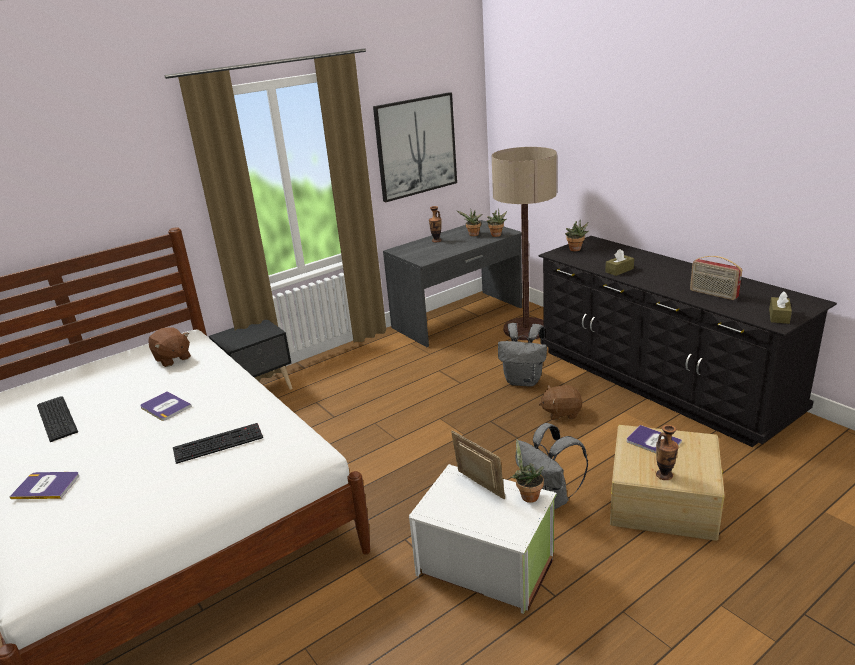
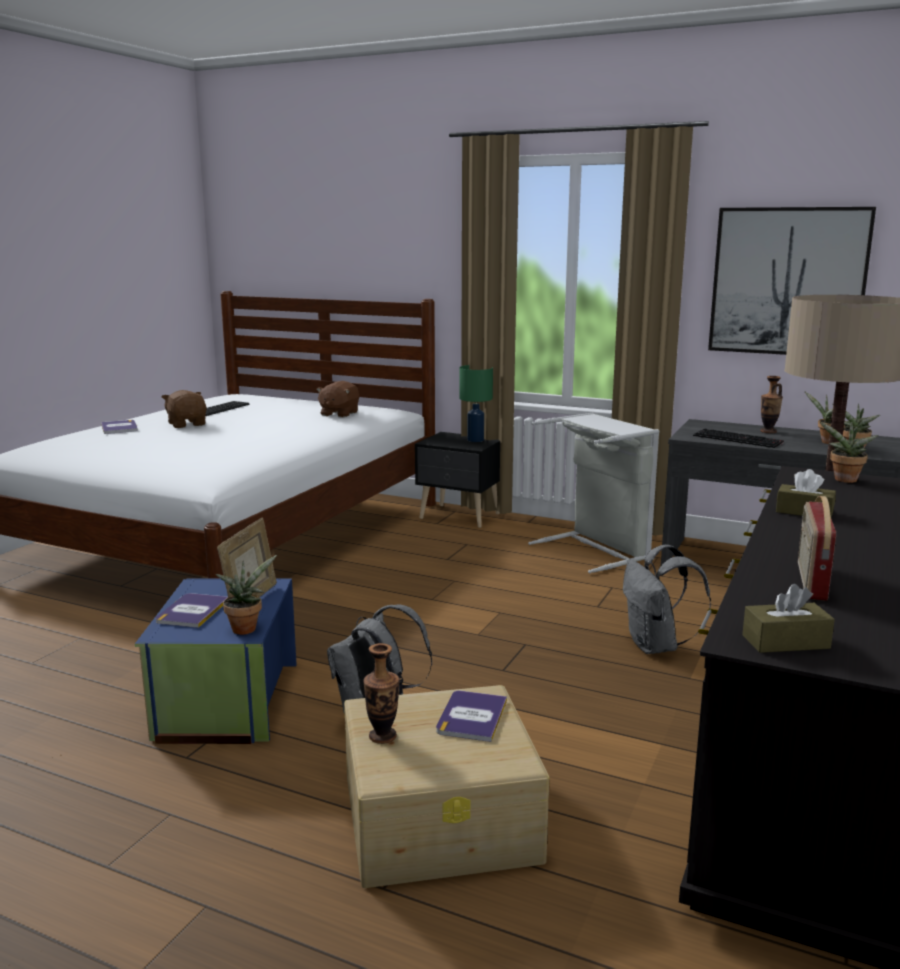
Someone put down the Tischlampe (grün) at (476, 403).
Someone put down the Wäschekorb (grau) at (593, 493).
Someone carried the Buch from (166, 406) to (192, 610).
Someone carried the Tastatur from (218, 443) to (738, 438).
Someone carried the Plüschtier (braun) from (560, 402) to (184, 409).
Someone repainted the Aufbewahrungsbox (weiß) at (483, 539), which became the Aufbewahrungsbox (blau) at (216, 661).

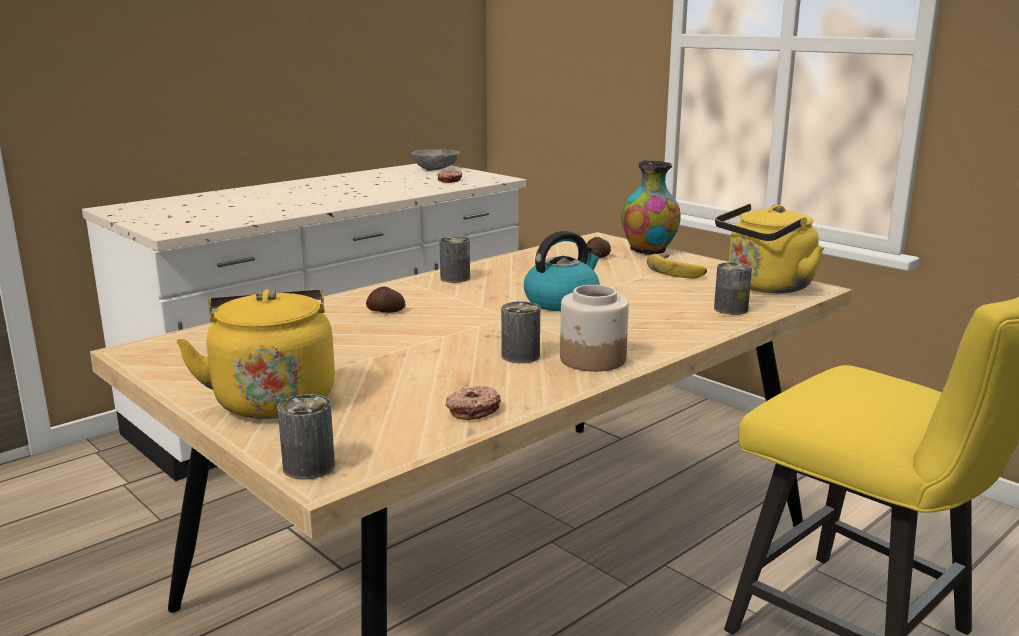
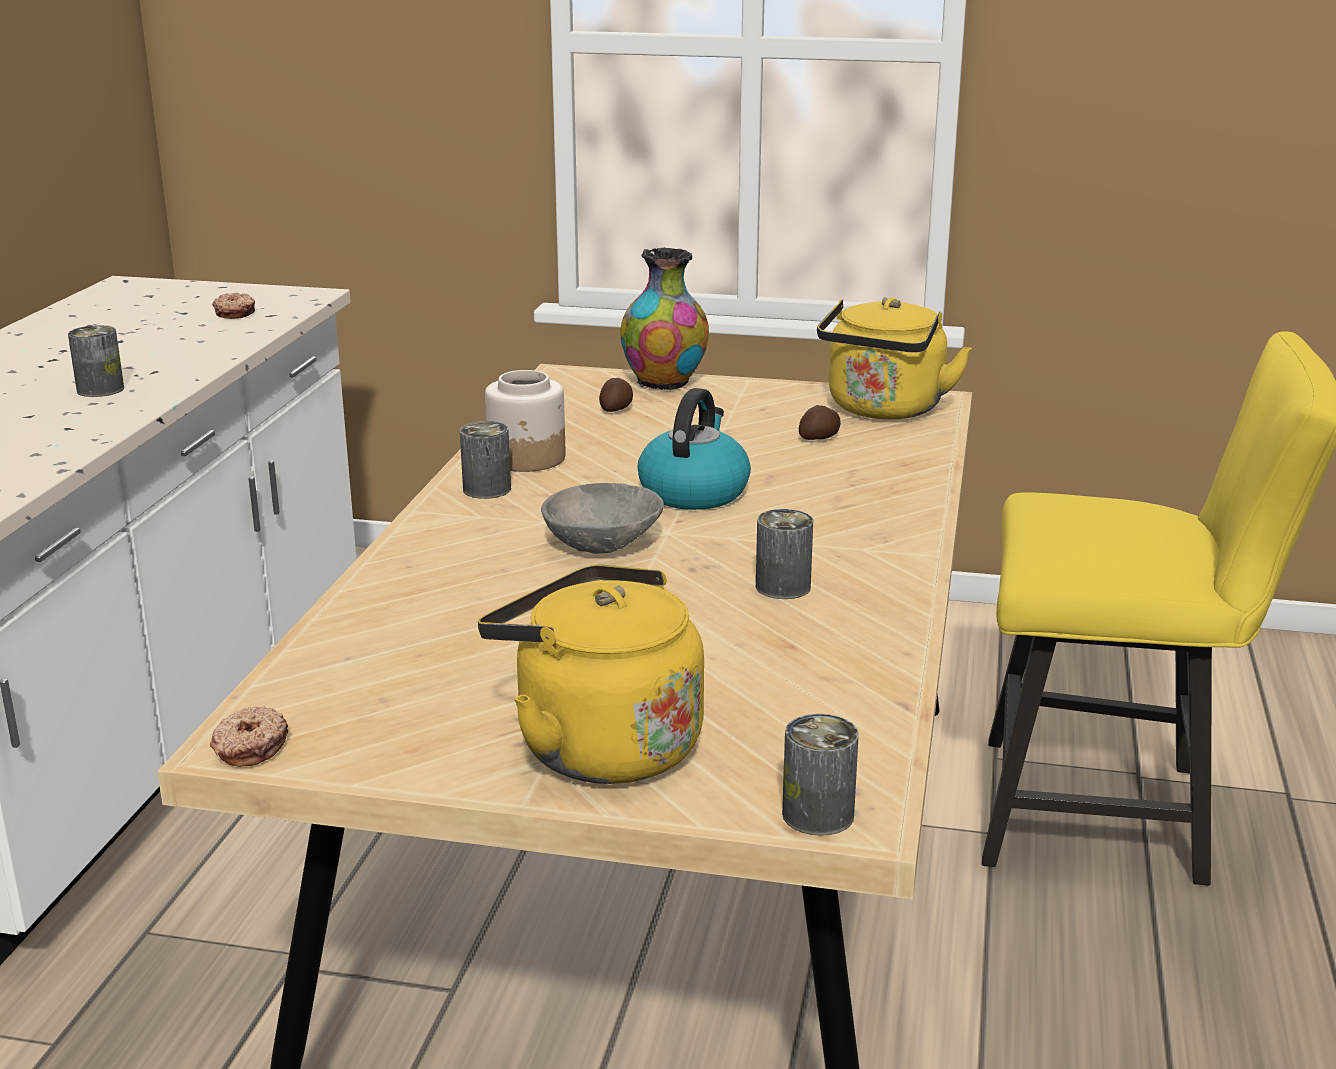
Someone took away the Banane at (677, 266).
Someone carried the Kartoffel from (385, 299) to (820, 422).
Someone carried the Schüssel (grau) from (435, 159) to (602, 518).
Someone carried the Donut from (473, 403) to (249, 736).
Someone carried the Vorratsglas from (594, 328) to (525, 421).
Someone carried the Dose from (733, 288) to (96, 361).

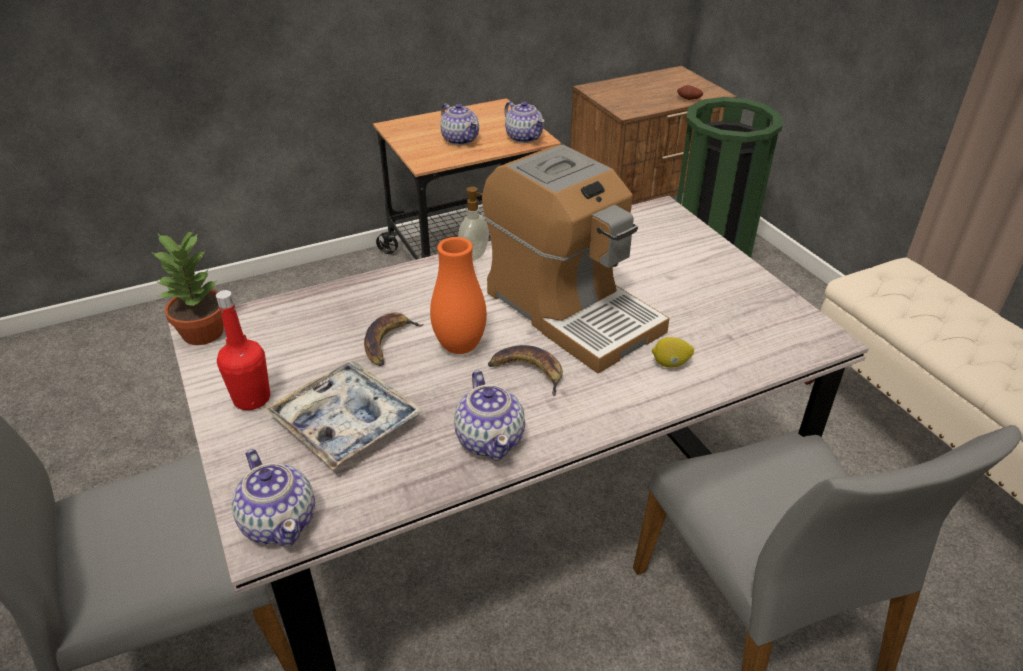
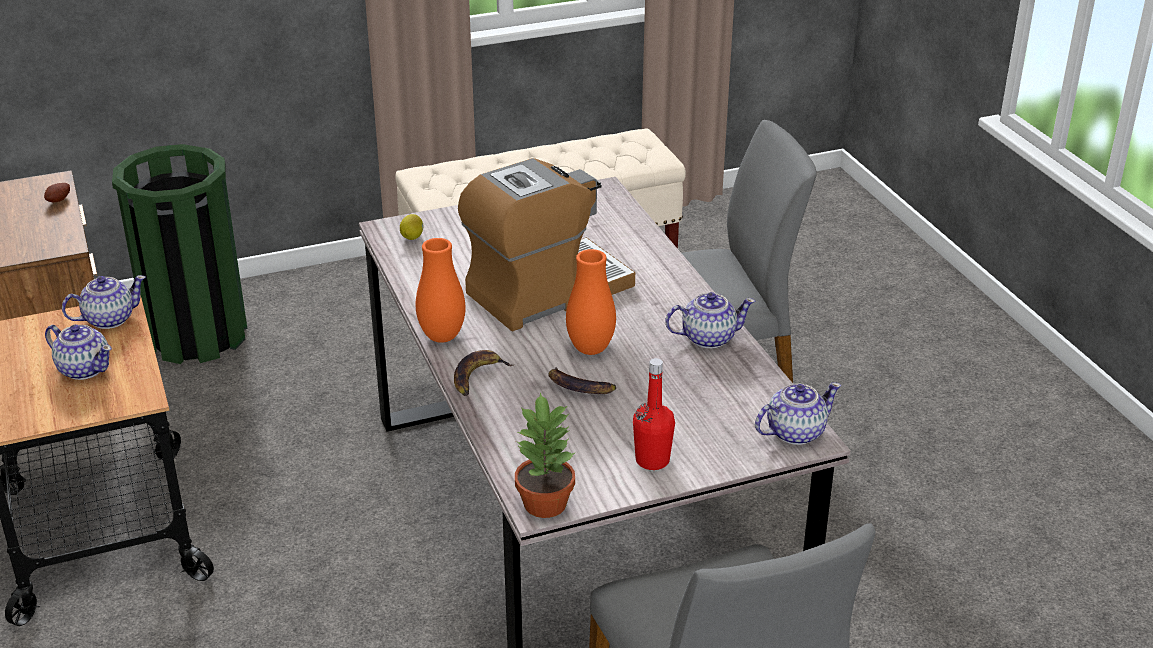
Someone took away the Tablett at (343, 415).
Someone carried the Banane from (525, 371) to (483, 373).
Someone carried the Zitrone from (673, 352) to (411, 227).
Someone swapped the Seifenspender at (473, 224) for the Vase (orange) at (440, 290).
Someone rotated the Teekanne at (459, 124) by 60 degrees clockwise.

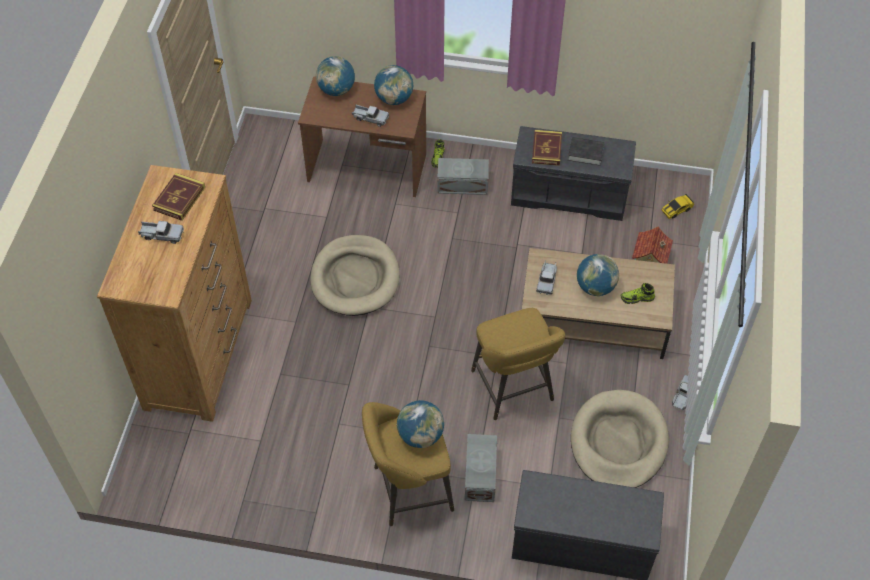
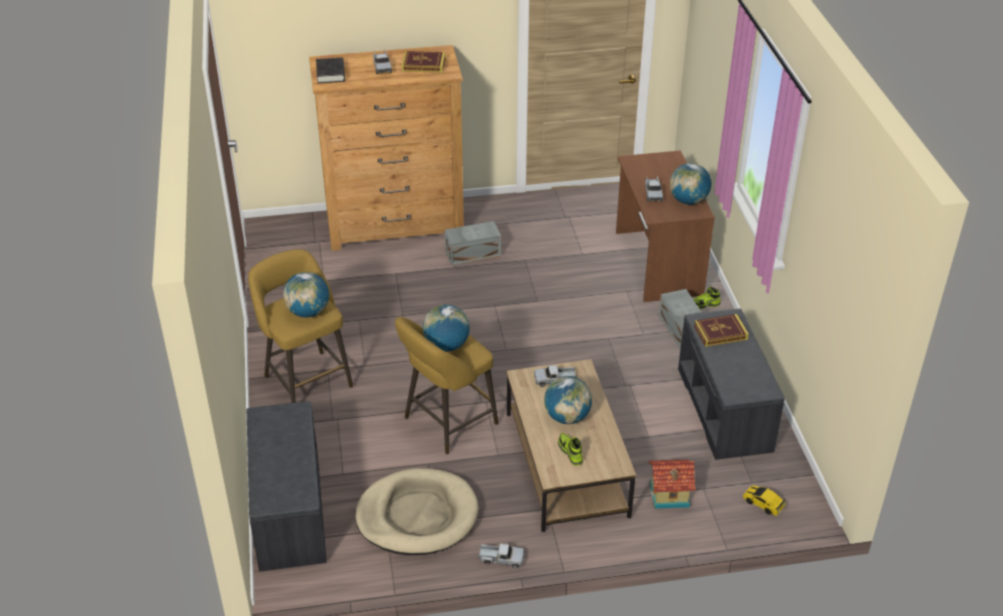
Someone took away the Hundebett (beige) at (355, 275).
Someone carried the Globus from (335, 76) to (446, 328).
Someone carried the Aufbewahrungsbox (grau) from (481, 468) to (472, 243).
Someone carried the Buch (schwarz) from (586, 151) to (330, 70).

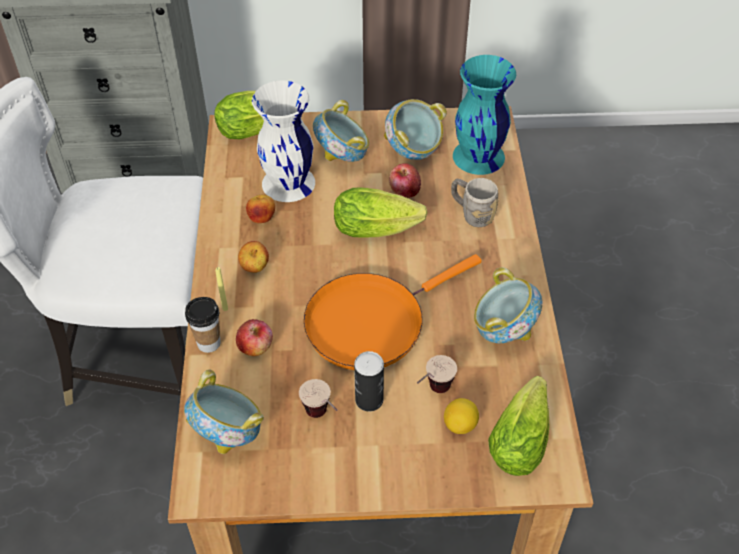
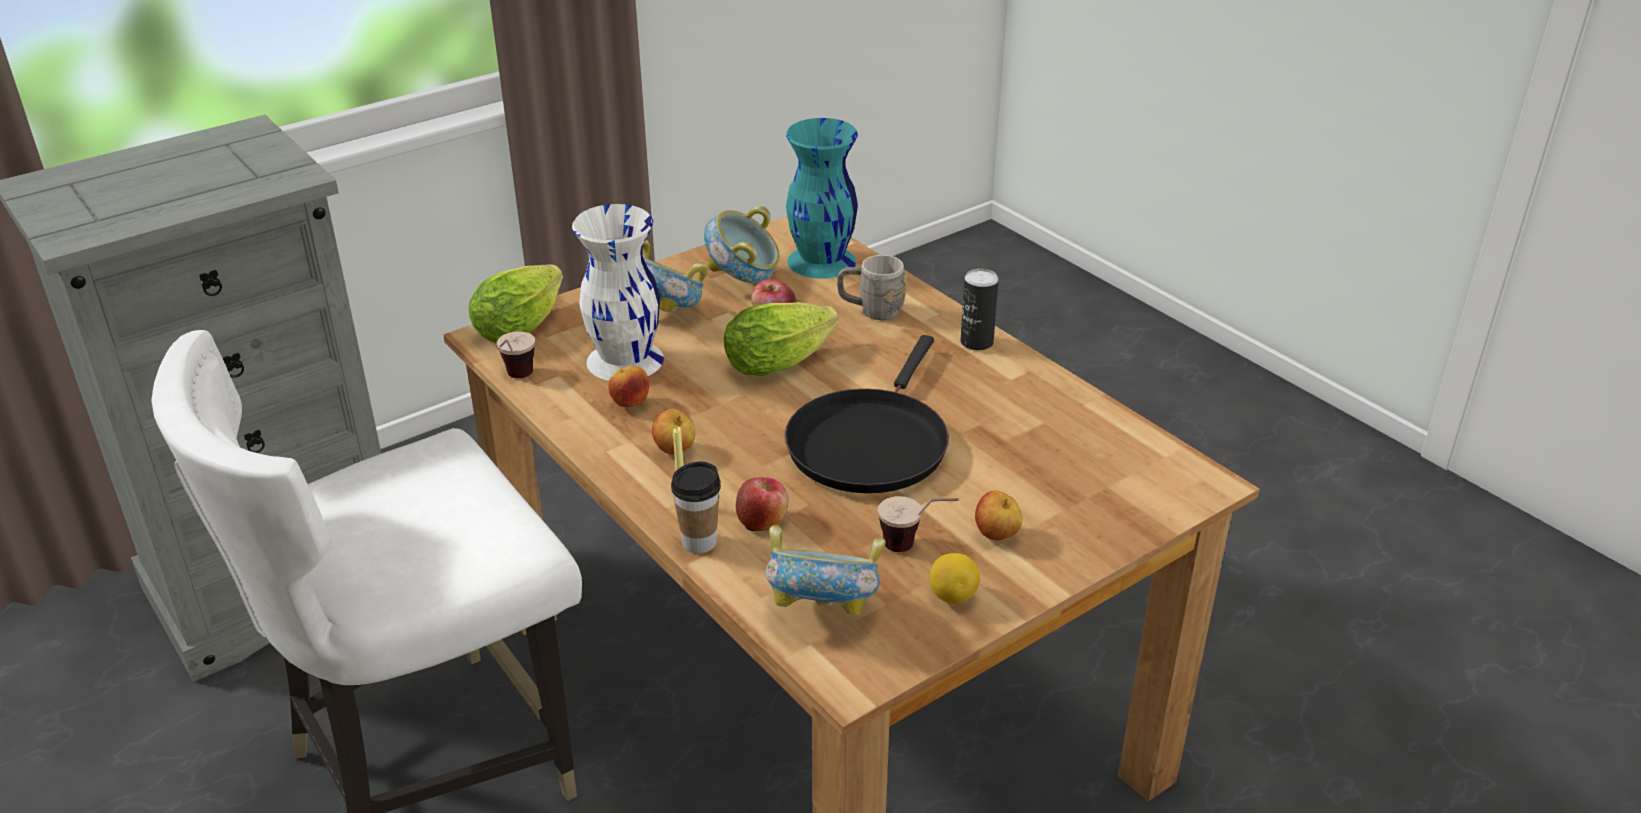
Someone took away the Schüssel at (508, 305).
Someone took away the Salatkopf at (518, 426).
Someone put down the Apfel at (999, 516).
Someone carried the Dose from (369, 381) to (979, 309).
Someone carried the Tasse from (437, 374) to (516, 354).
Someone carried the Zitrone from (461, 416) to (954, 578).
Someone repainted the Pfanne (orange) at (392, 312), which became the Pfanne (schwarz) at (867, 414).

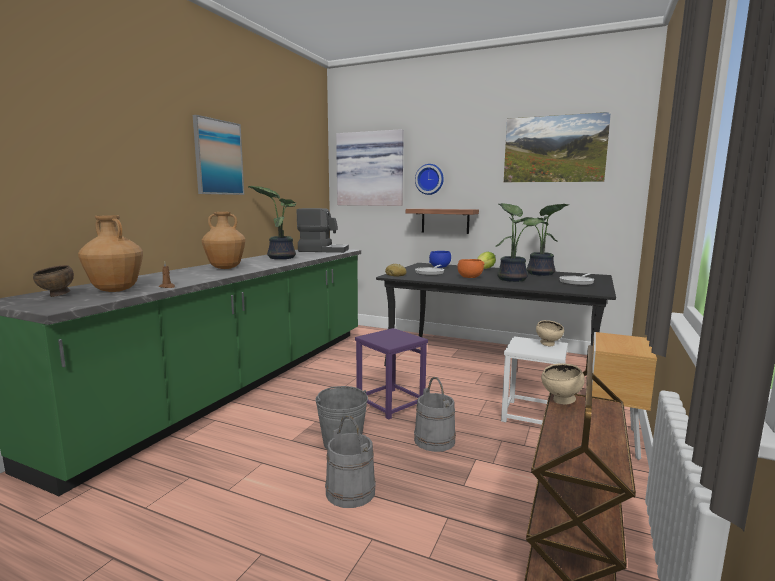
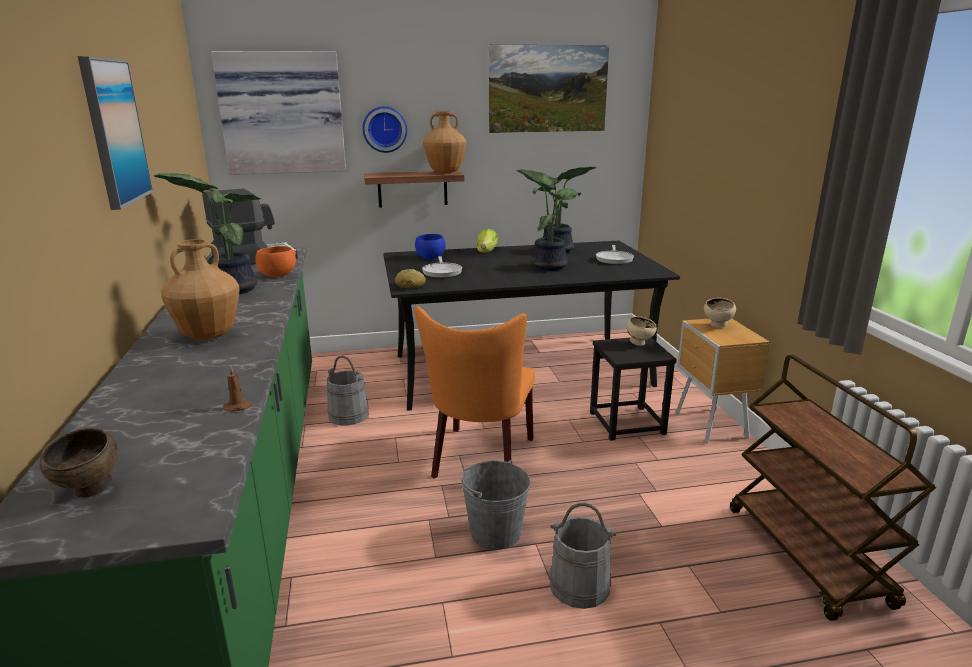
Someone carried the Vase (braun) from (110, 253) to (445, 142).
Someone carried the Eimer (grau) from (435, 414) to (348, 391).
Someone carried the Schüssel (orange) from (470, 268) to (275, 261).
Someone carried the Schüssel (beige) from (563, 384) to (720, 313).
Someone swapped the Hocker (lila) at (391, 374) for the Stuhl (orange) at (475, 392).
Someone repainted the Hocker (weiß) at (534, 380), which became the Hocker (schwarz) at (633, 389).

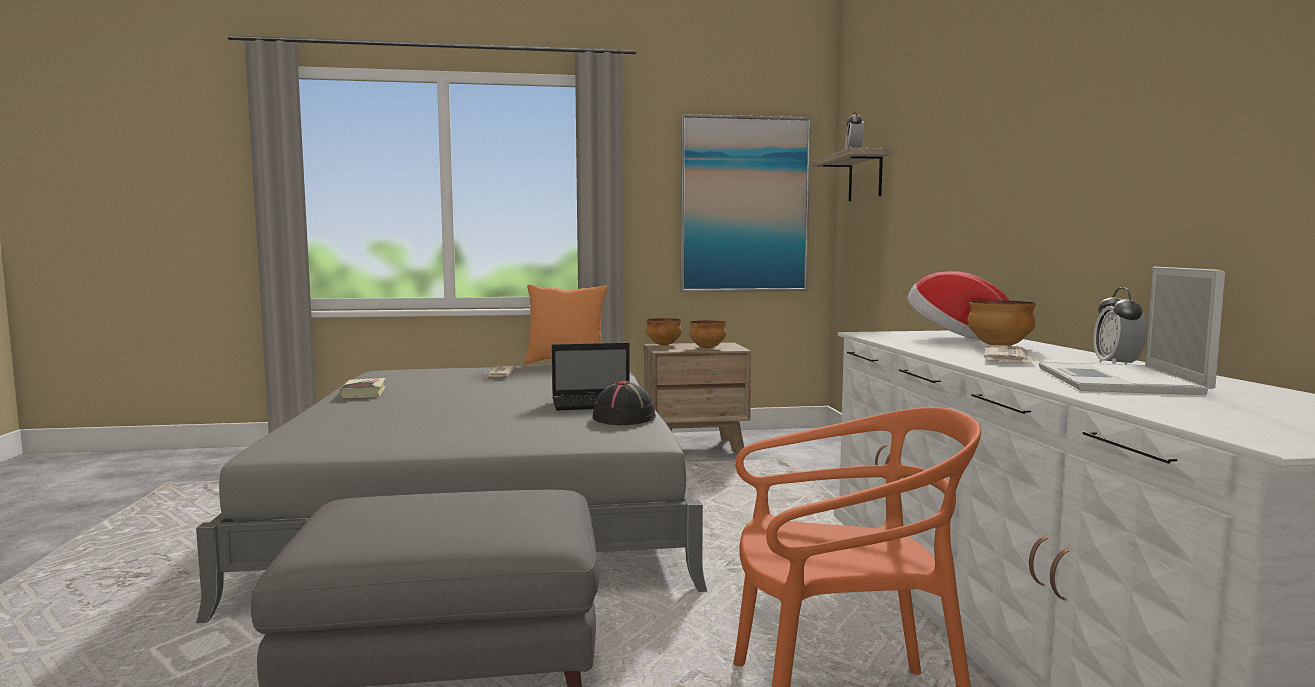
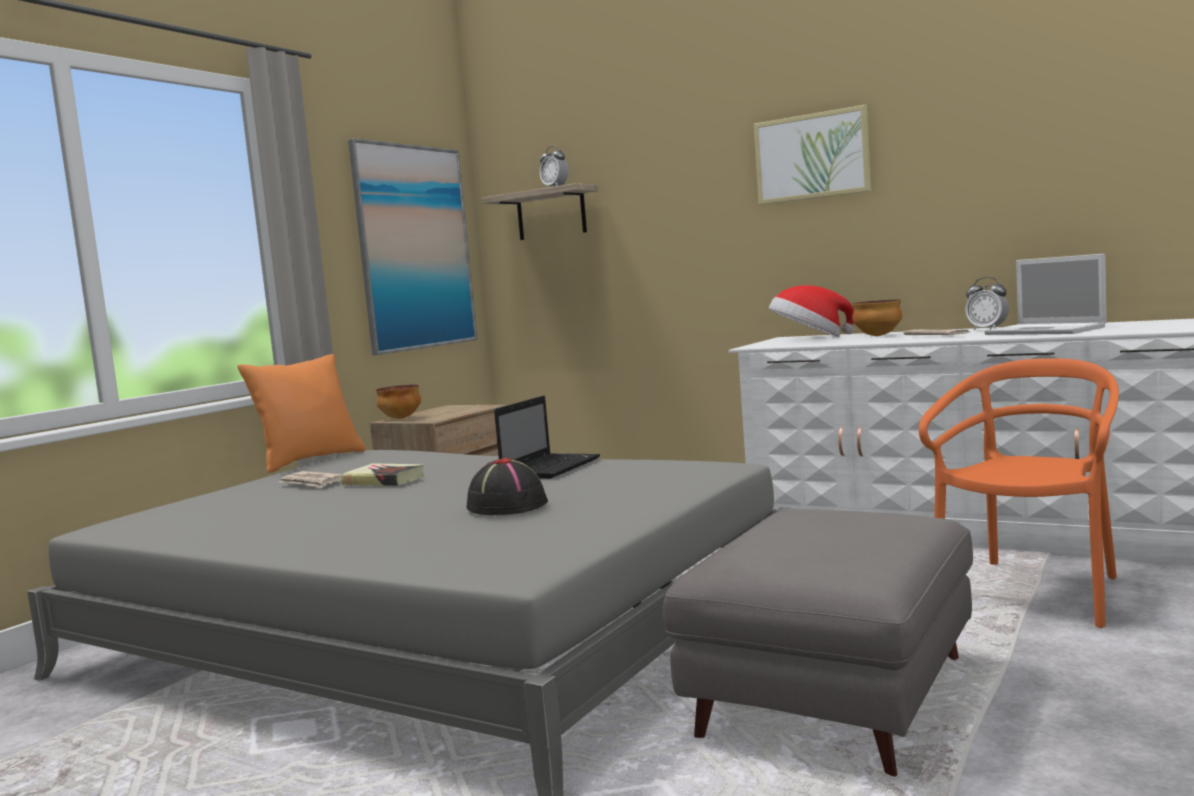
Someone took away the Schüssel at (707, 334).
Someone put up the Bild at (812, 155).
Someone carried the Buch from (363, 388) to (383, 474).
Someone carried the Hut (schwarz) from (624, 403) to (507, 486).

